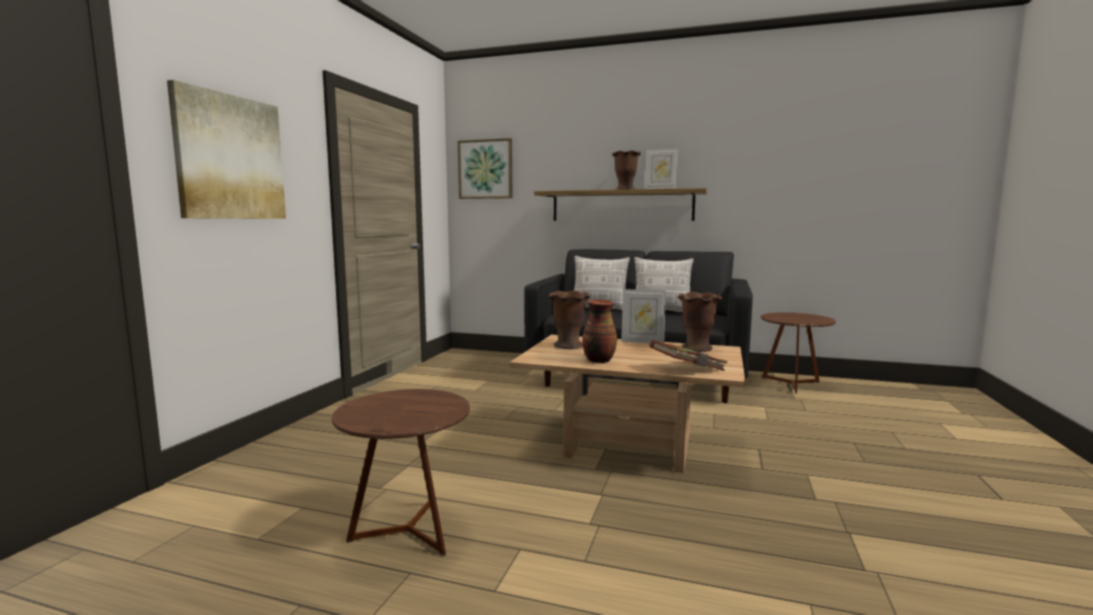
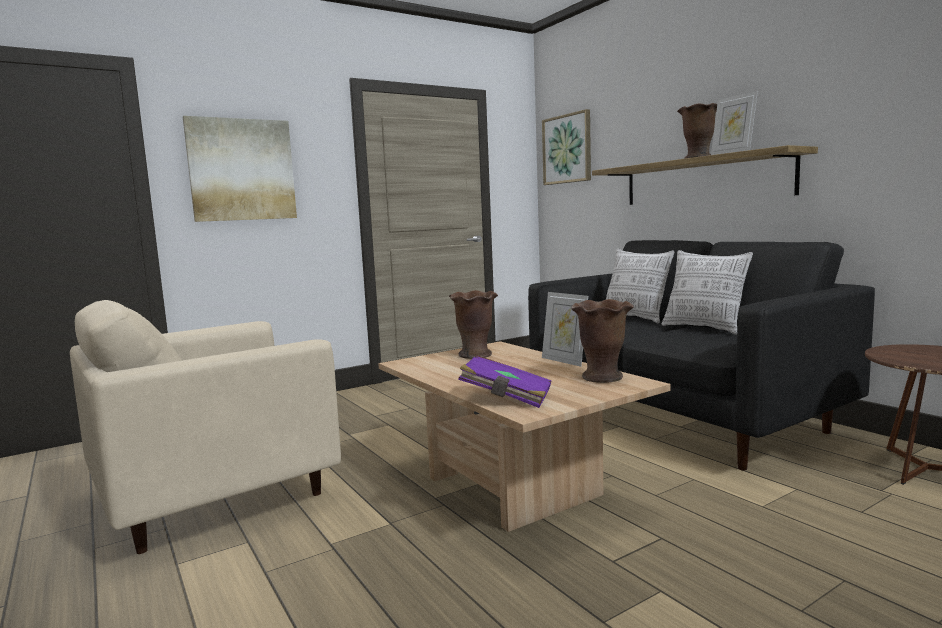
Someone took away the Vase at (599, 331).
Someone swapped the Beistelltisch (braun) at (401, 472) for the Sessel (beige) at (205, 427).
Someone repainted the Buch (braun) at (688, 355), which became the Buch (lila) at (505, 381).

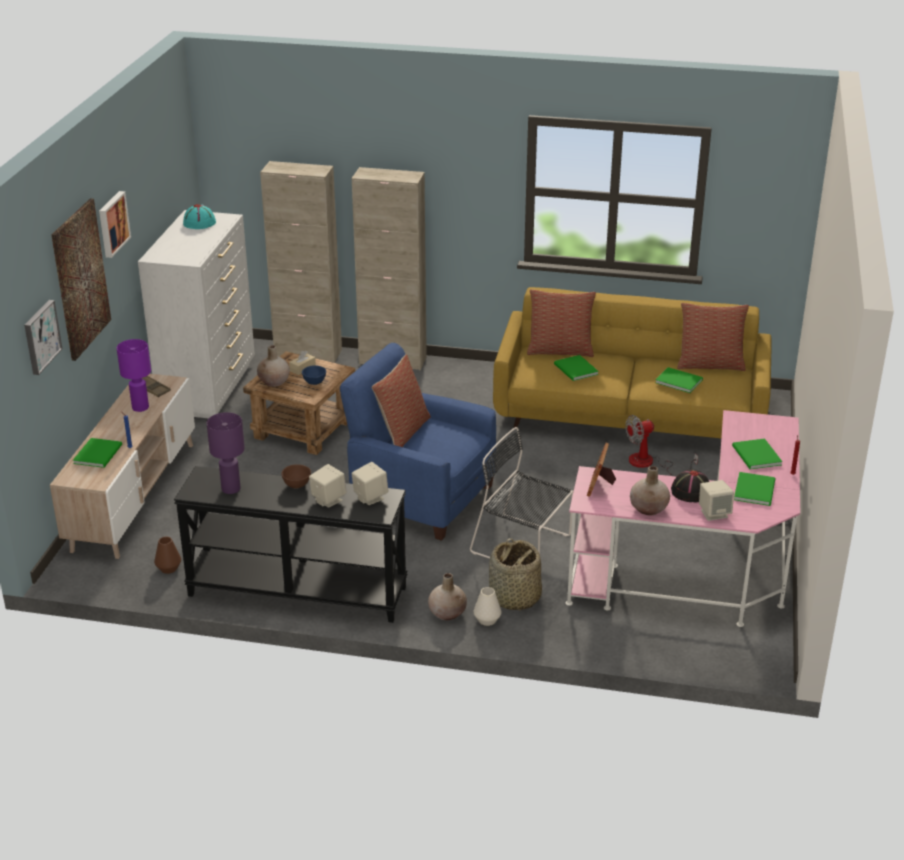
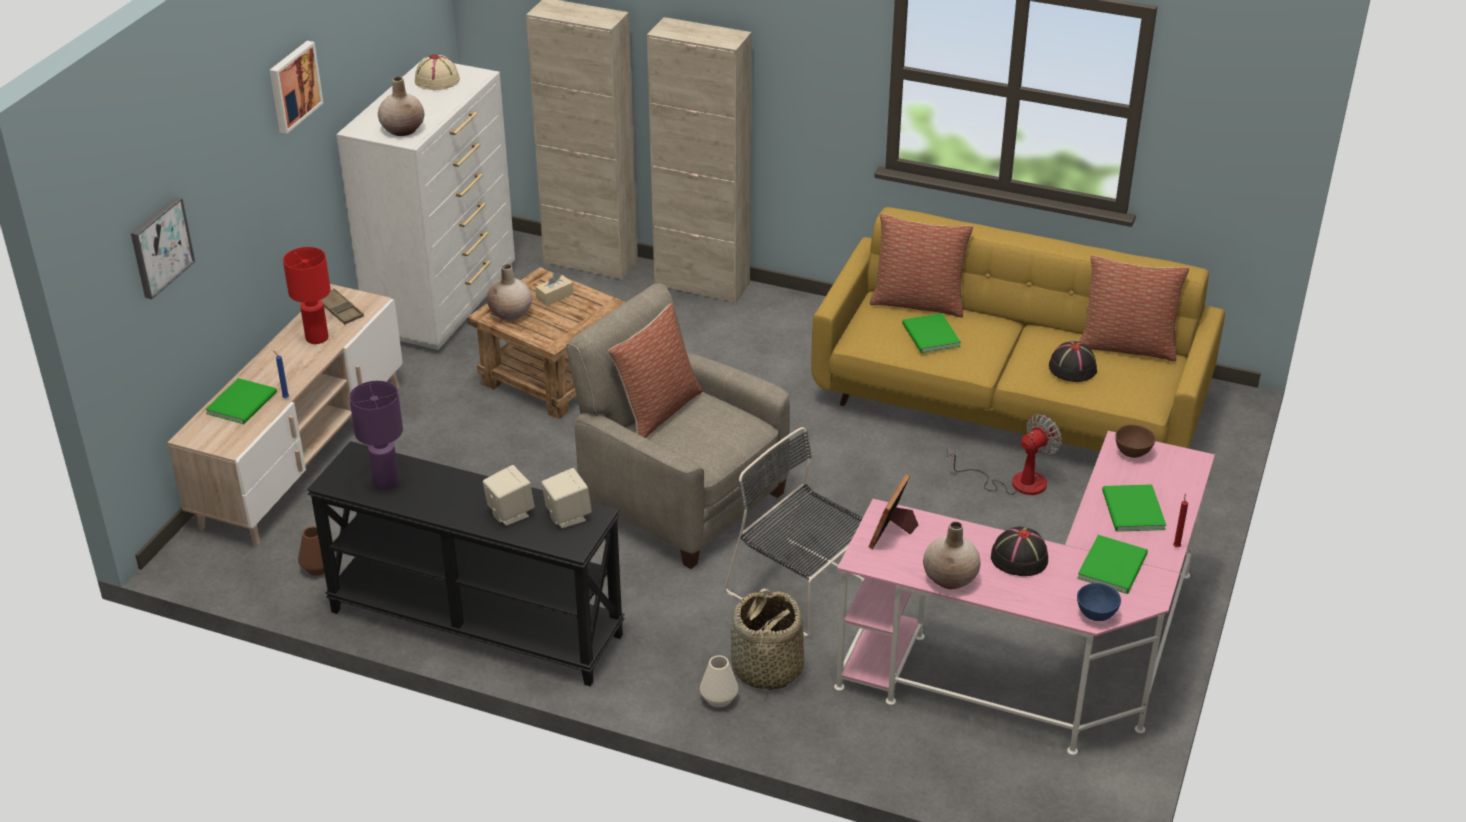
Someone took away the Bild at (81, 279).
Someone took away the Lautsprecher (beige) at (716, 500).
Someone carried the Schüssel (braun) from (296, 476) to (1135, 441).
Someone carried the Schüssel (blau) from (314, 375) to (1099, 602).
Someone carried the Vase (beige) from (447, 596) to (401, 106).
Someone swapped the Buch (grün) at (679, 380) for the Hut (schwarz) at (1073, 361).
Someone repainted the Tischlampe (lila) at (134, 375), which became the Tischlampe (rot) at (307, 295).
Someone repainted the Hut (türkis) at (199, 216), which became the Hut (beige) at (437, 72).
Someone repainted the Sessel (blau) at (418, 442), which became the Sessel (beige) at (678, 426).
Someone rotated the Ventilator at (661, 446) by 150 degrees clockwise.

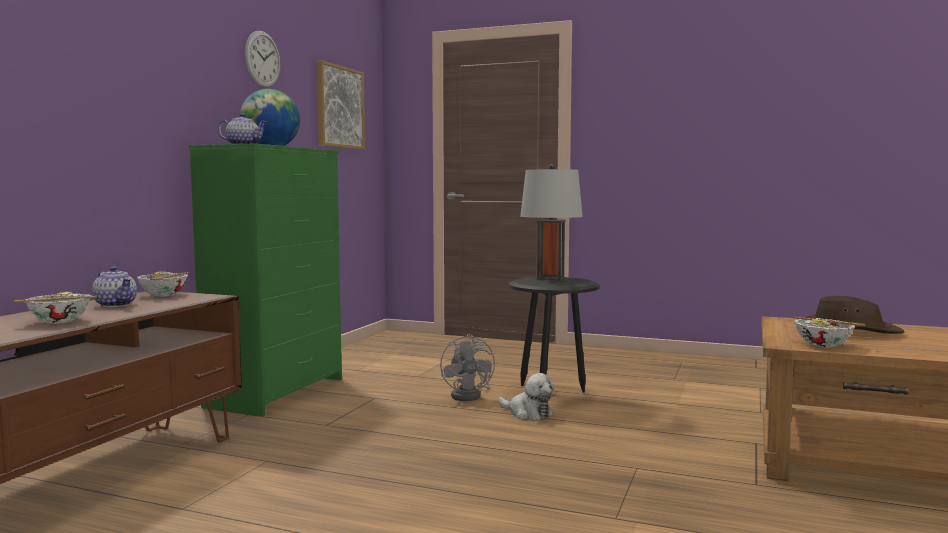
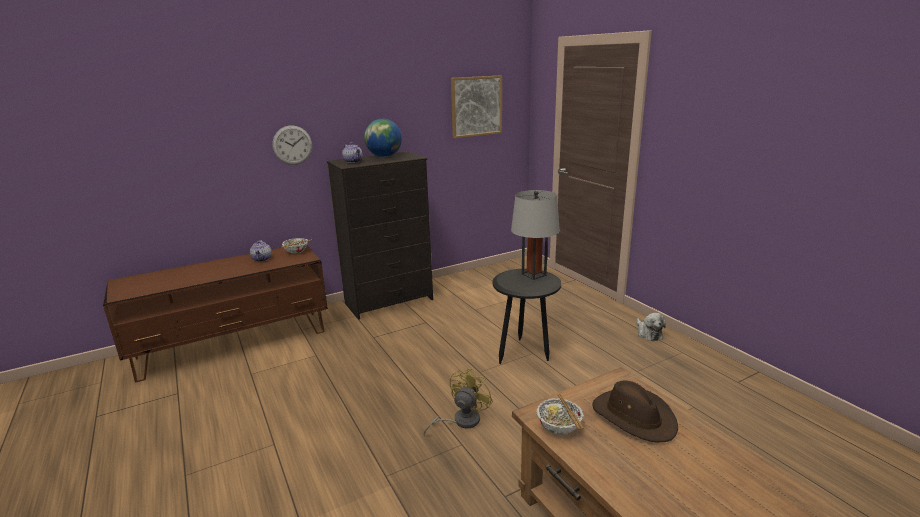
Someone took away the Schüssel at (55, 307).
Someone took away the Ventilator (grau) at (467, 367).
Someone put down the Ventilator (gelb) at (458, 402).
Someone carried the Wanduhr from (262, 59) to (292, 145).
Someone carried the Plüschtier from (526, 396) to (651, 327).
Someone repainted the Kommode (grün) at (265, 279), which became the Kommode (schwarz) at (380, 235).

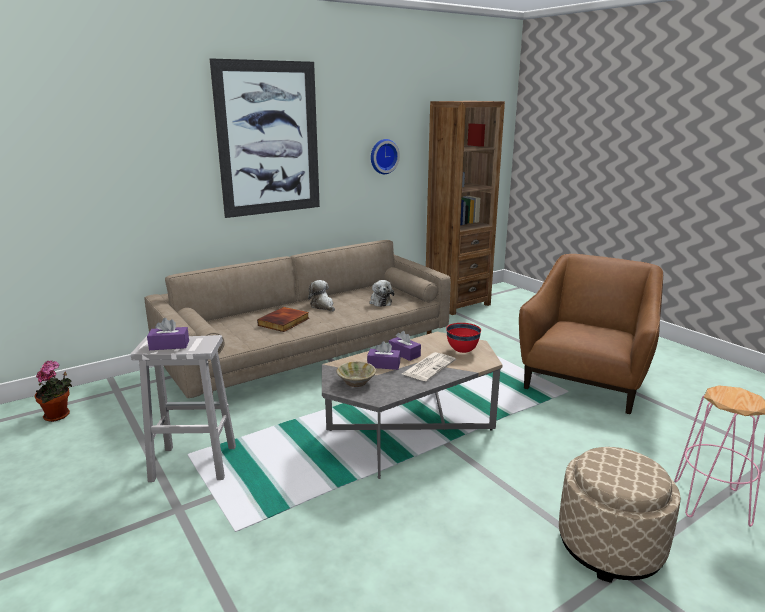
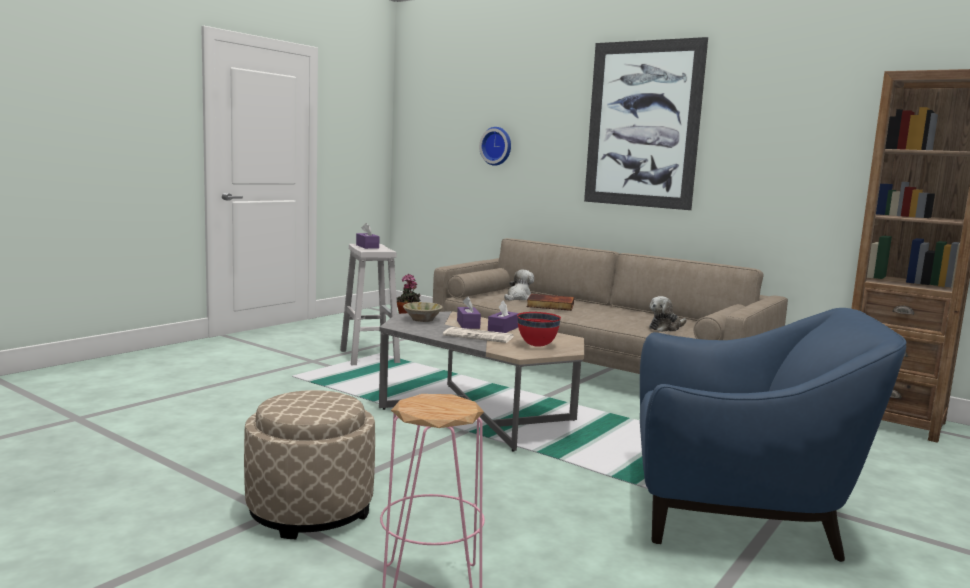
Someone carried the Plüschtier from (321, 296) to (519, 285).
Someone carried the Wanduhr from (385, 156) to (495, 146).
Someone repainted the Sessel (braun) at (591, 334), which became the Sessel (blau) at (773, 435).

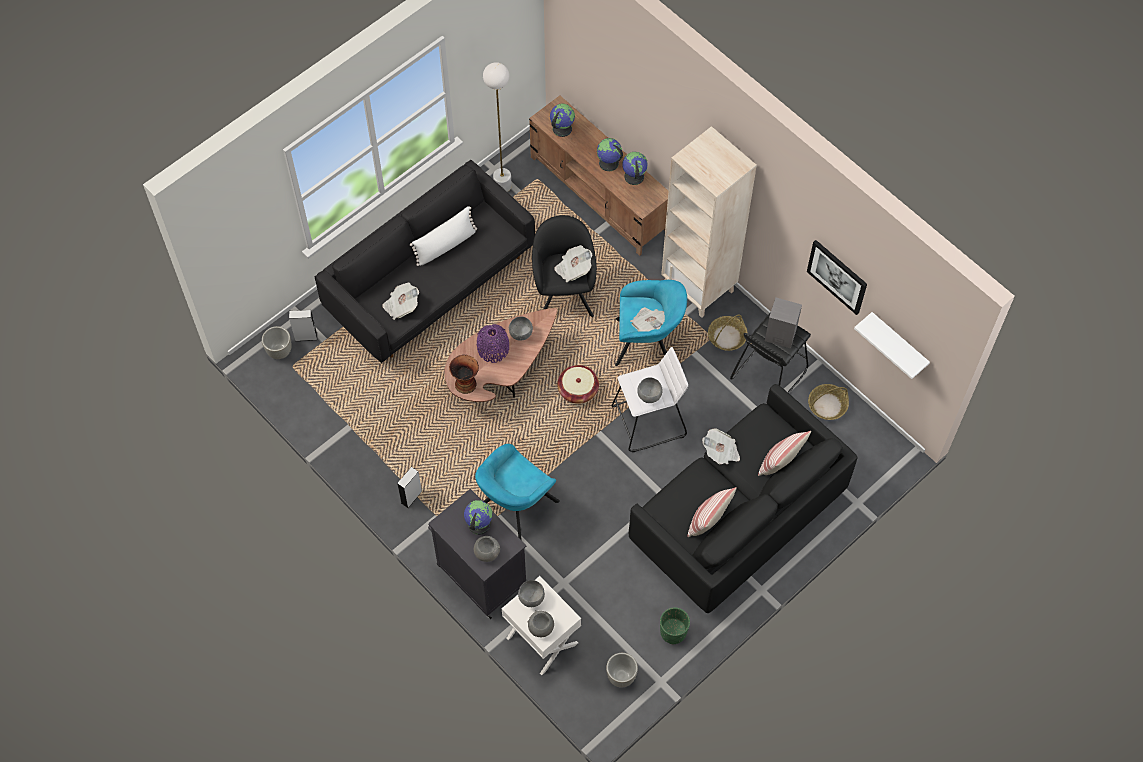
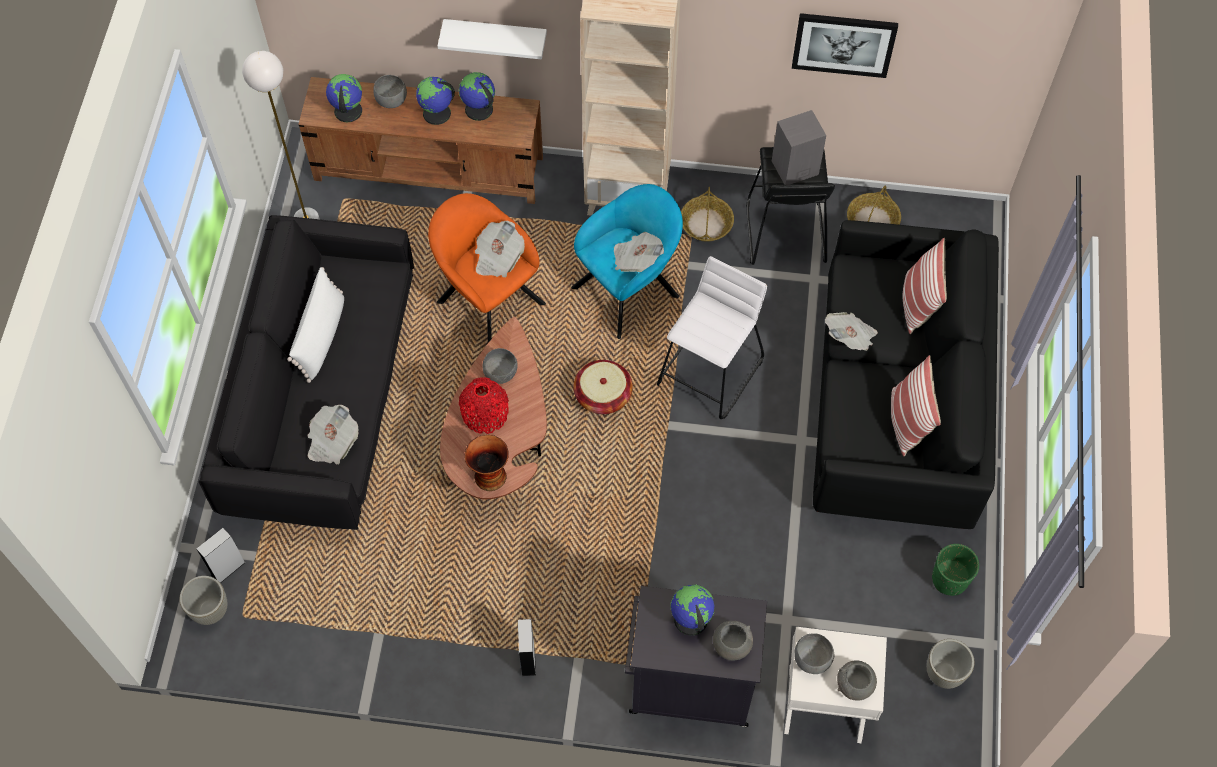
Someone took away the Sessel (türkis) at (517, 492).
Someone carried the Schüssel (grau) from (650, 390) to (390, 91).
Someone carried the Wandregal (weiß) from (892, 345) to (492, 39).
Someone repainted the Vase (lila) at (493, 343), which became the Vase (rot) at (484, 405).
Someone repainted the Sessel (schwarz) at (564, 266), which became the Sessel (orange) at (487, 268).

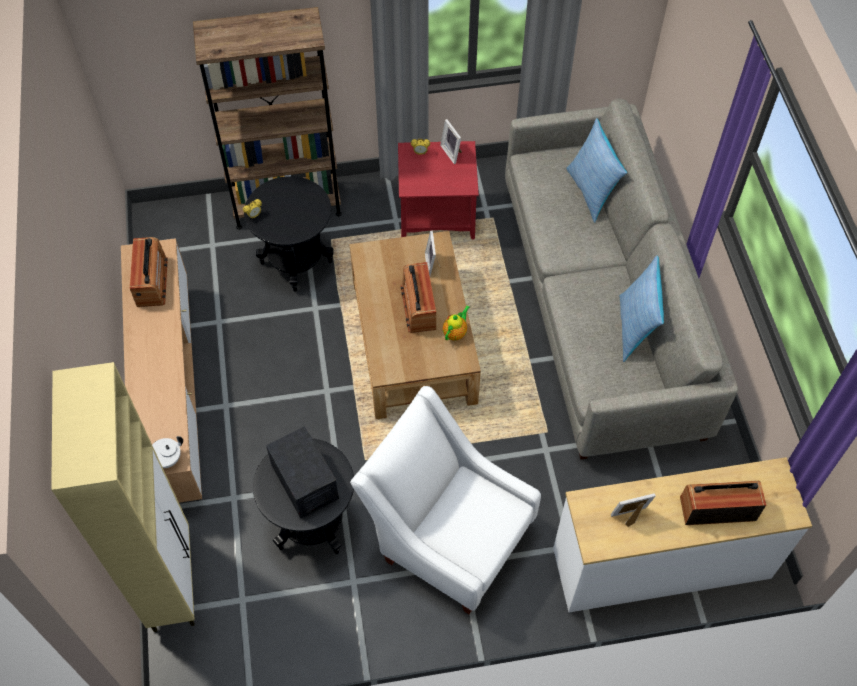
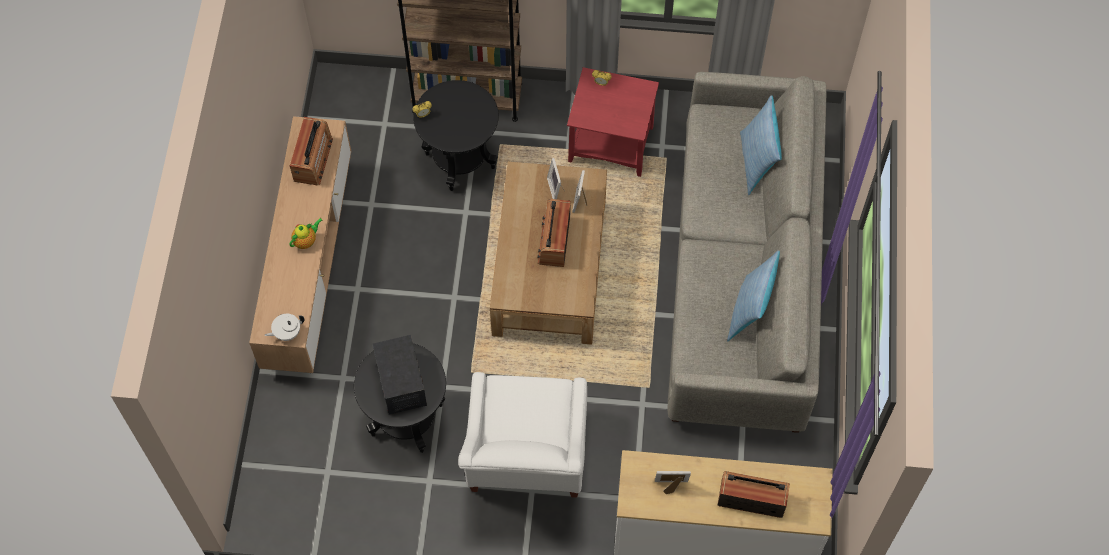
Someone took away the Schrank (beige) at (123, 497).
Someone carried the Bilderrahmen from (451, 141) to (556, 178).
Someone carried the Teekanne from (456, 323) to (305, 233).
Someone rotated the Sessel (weiß) at (445, 500) by 135 degrees counterclockwise.

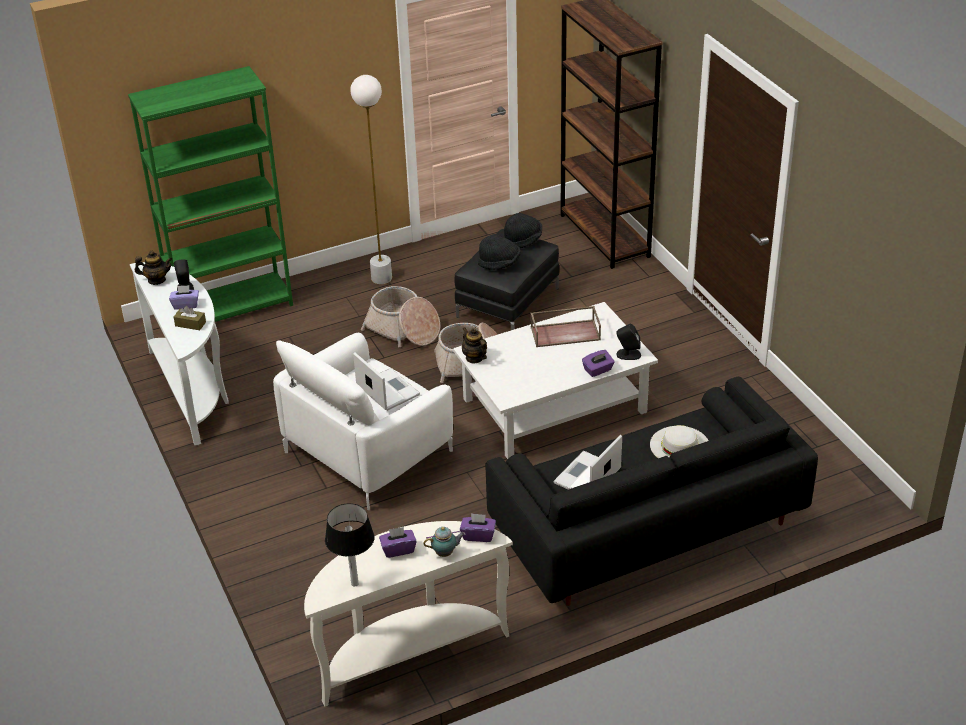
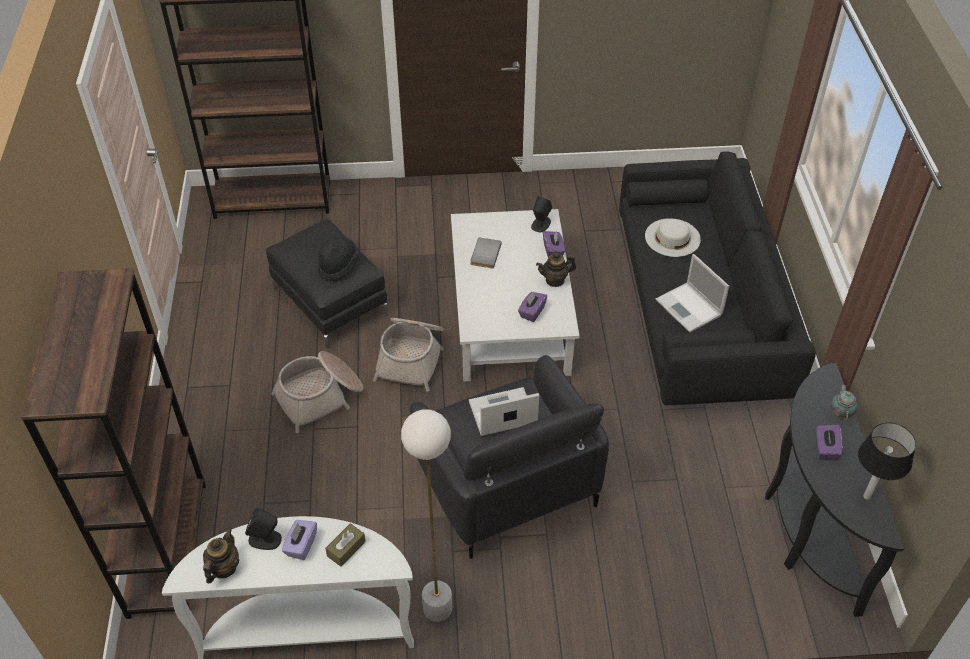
Someone took away the Hut (schwarz) at (523, 230).
Someone carried the Stehlampe (weiß) from (371, 179) to (426, 515).
Someone carried the Taschentuchbox (lila) from (478, 527) to (532, 306).
Someone carried the Teekanne from (474, 345) to (556, 269).
Someone swapped the Tablett (braun) at (566, 326) for the Buch (grau) at (486, 253).
Someone repainted the Bücherregal (grün) at (210, 194), which became the Bücherregal (braun) at (113, 443).
Someone repainted the Sessel (weiß) at (363, 421), which became the Sessel (schwarz) at (509, 457).
Someone repainted the Konsolentisch (weiß) at (408, 613), which became the Konsolentisch (schwarz) at (834, 490).

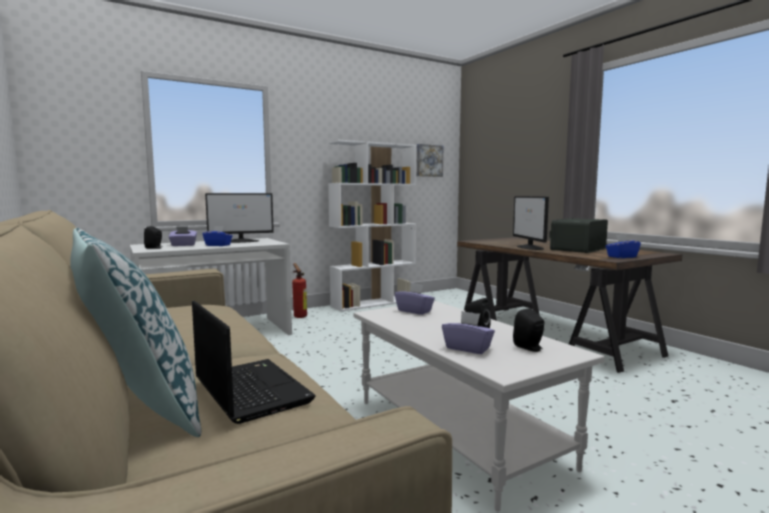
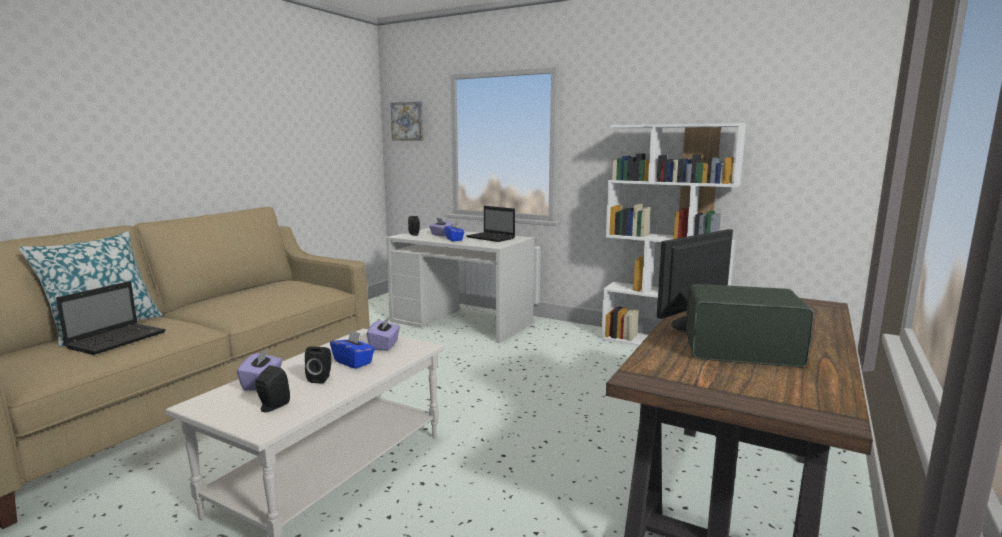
Someone took away the Feuerlöscher at (299, 290).
Someone carried the Bild from (429, 160) to (407, 121).
Someone carried the Taschentuchbox (blau) from (623, 246) to (352, 349).
Someone swapped the Monitor at (239, 218) for the Laptop at (490, 224).

